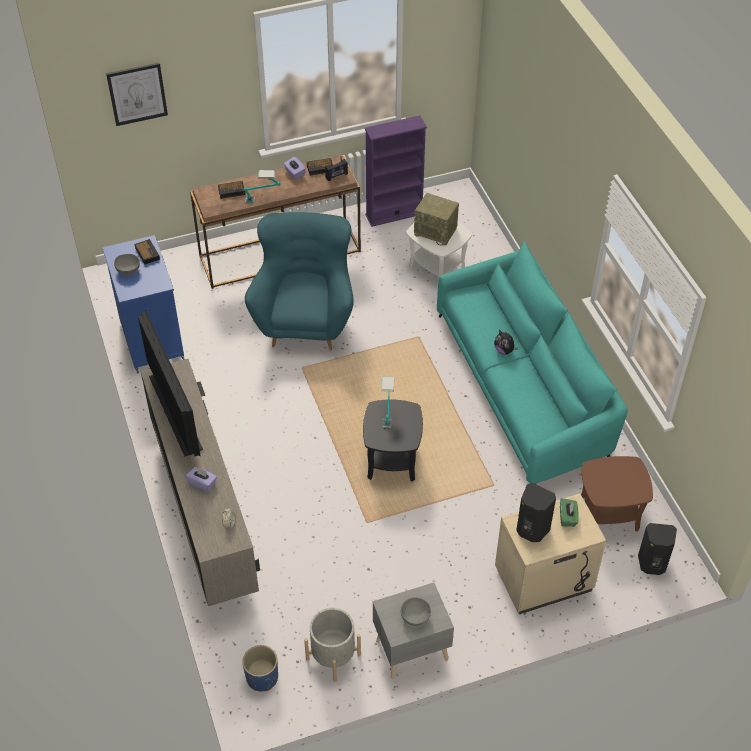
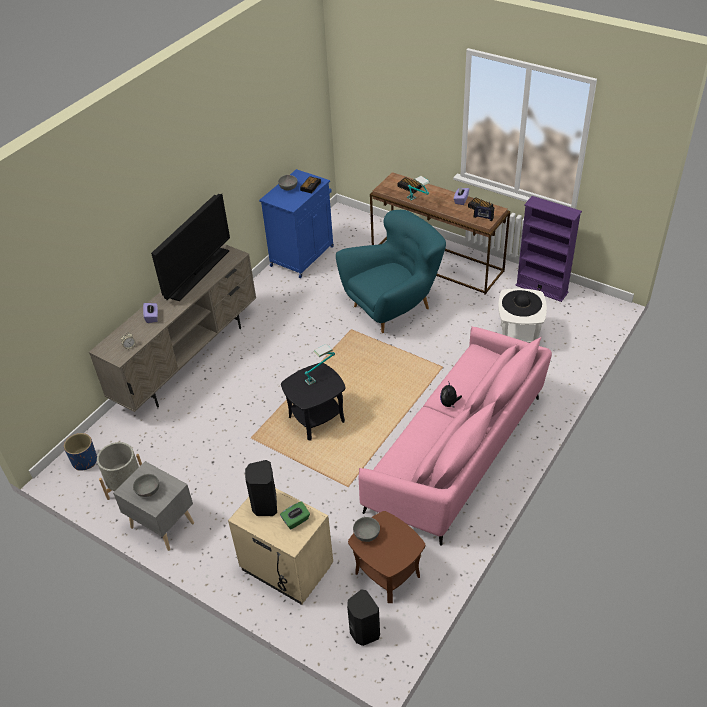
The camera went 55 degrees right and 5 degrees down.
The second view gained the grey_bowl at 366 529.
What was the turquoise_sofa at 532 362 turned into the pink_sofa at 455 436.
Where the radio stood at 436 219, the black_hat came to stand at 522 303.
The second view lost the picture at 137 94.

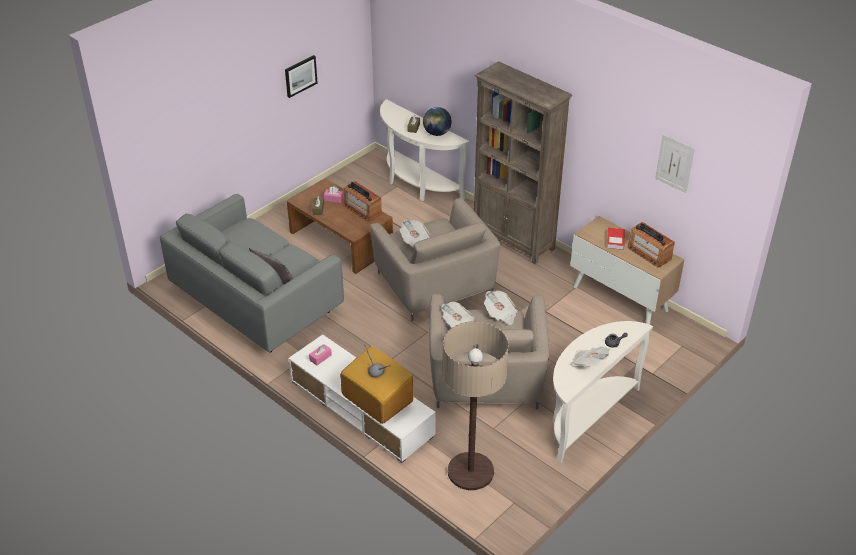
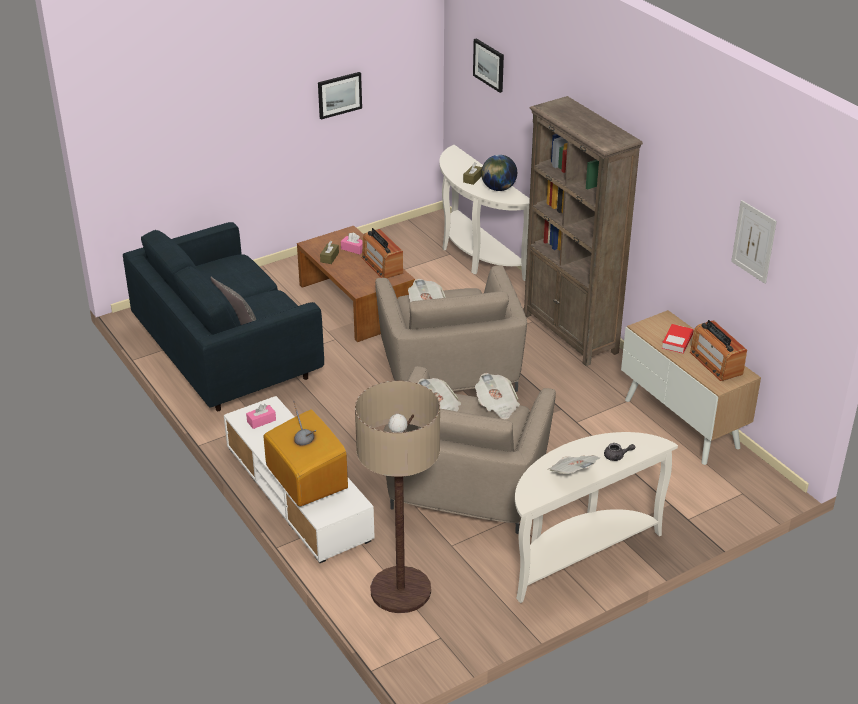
The camera went 15 degrees right and 5 degrees down.
What was the grey_sofa at 252 273 turned into the blue_sofa at 223 316.
The second view gained the picture at 488 65.

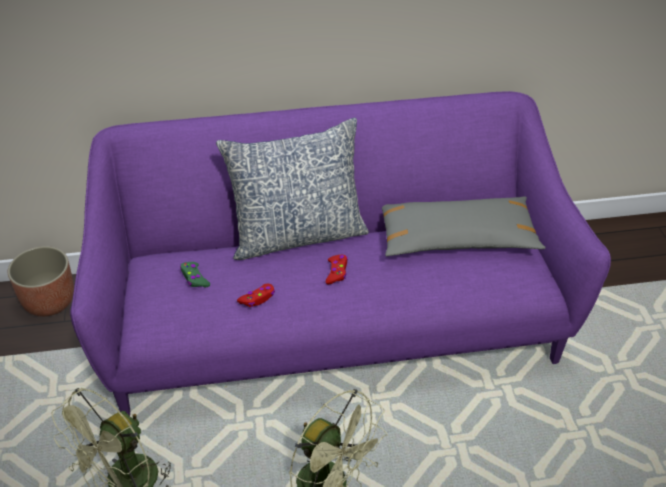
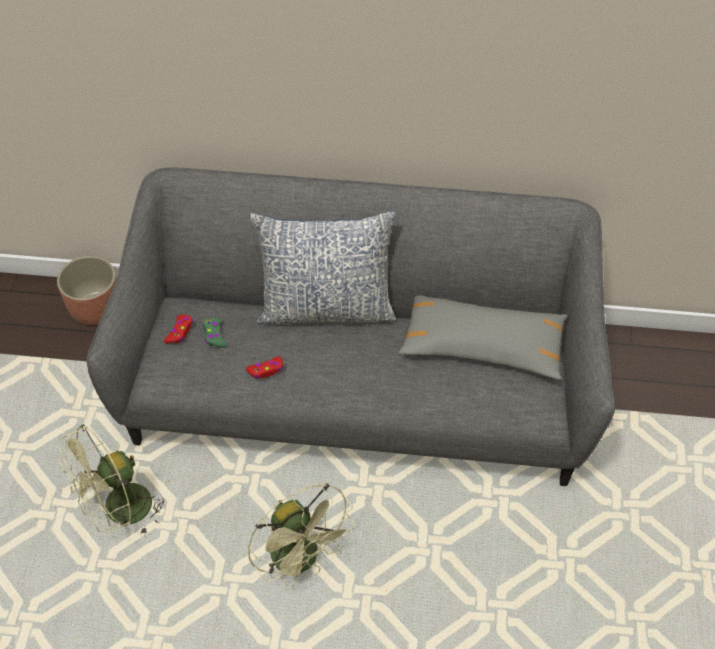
The camera went 15 degrees right and 10 degrees up.
What was the purple_sofa at 340 253 turned into the grey_sofa at 351 326.
The red_game_controller ended up elsewhere, having gone from 337 269 to 178 329.

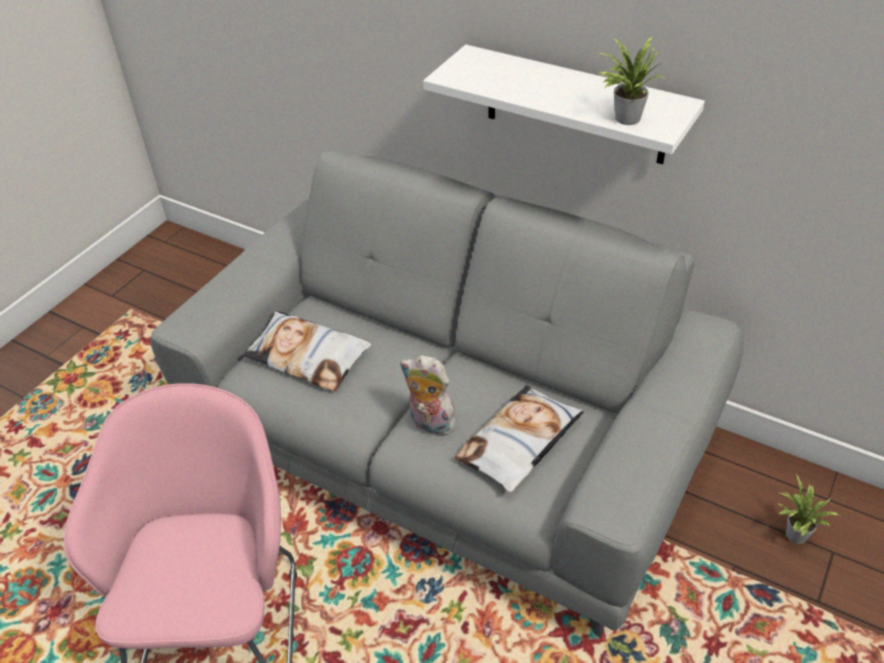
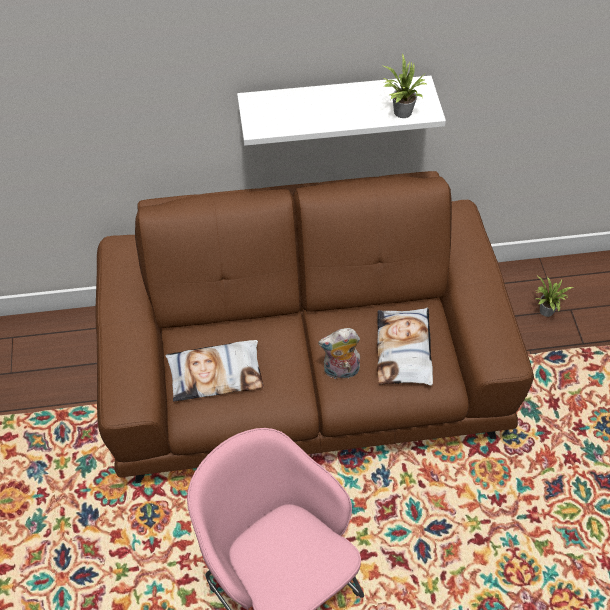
The camera went 40 degrees left and 10 degrees up.
What was the grey_sofa at 447 393 turned into the brown_sofa at 314 327.

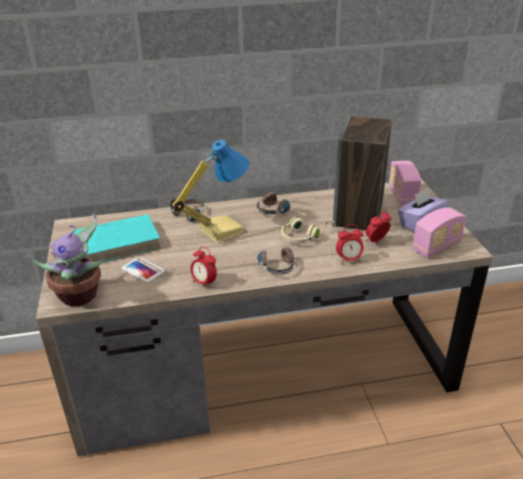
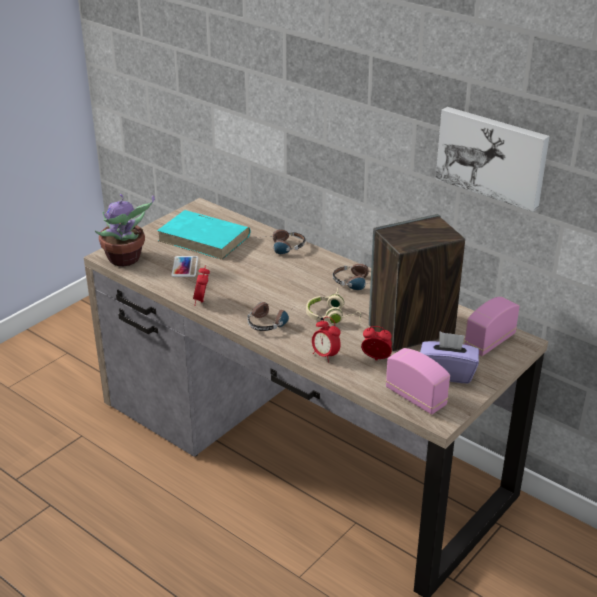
The camera went 50 degrees right and 0 degrees up.
The radio at 439 232 ended up facing another way, 150 degrees counterclockwise from before.
The second view gained the picture at 493 159.
The second view lost the table_lamp at 209 191.

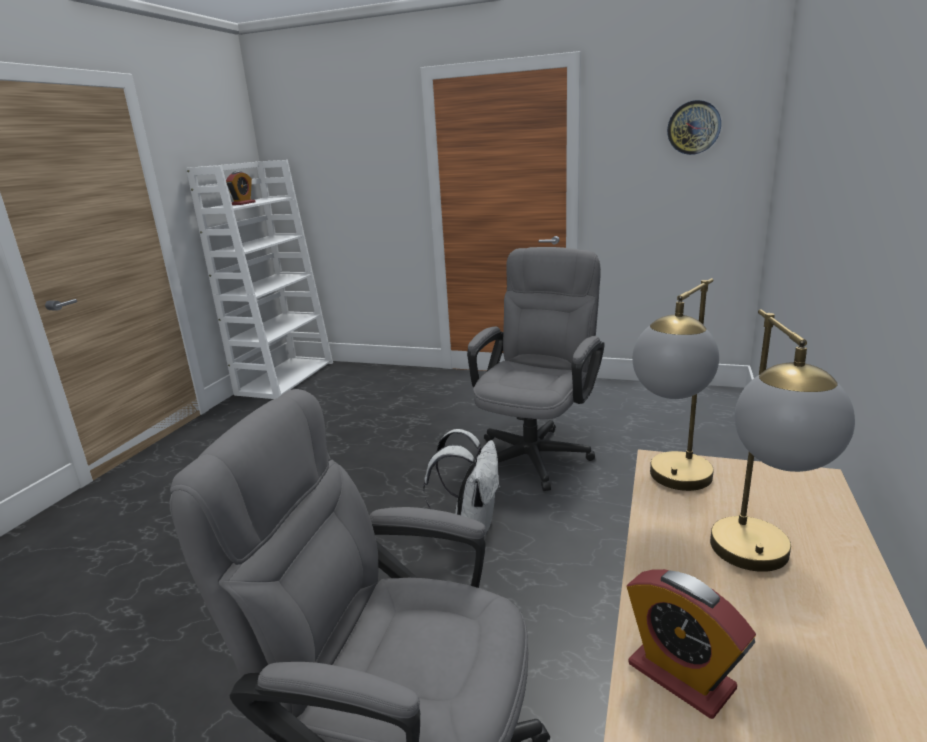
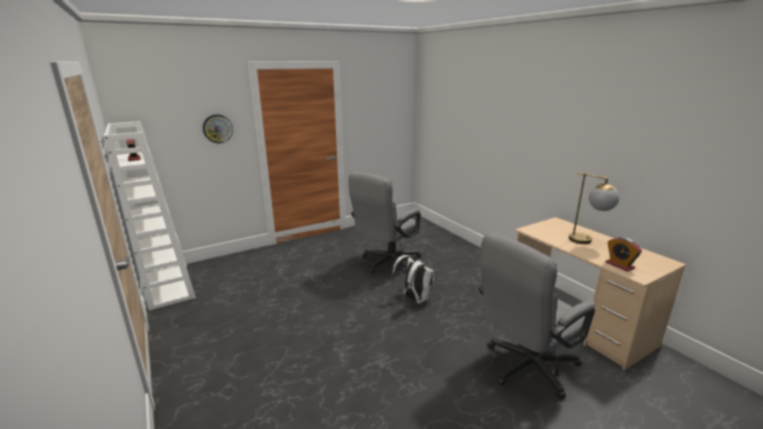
The camera went 50 degrees left and 0 degrees up.
The wall_clock ended up elsewhere, having gone from 694 127 to 218 128.
The grey_office_chair at 536 369 ended up facing another way, 120 degrees counterclockwise from before.
The alarm_clock at 691 644 ended up facing another way, 60 degrees clockwise from before.
The second view lost the table_lamp at 676 384.

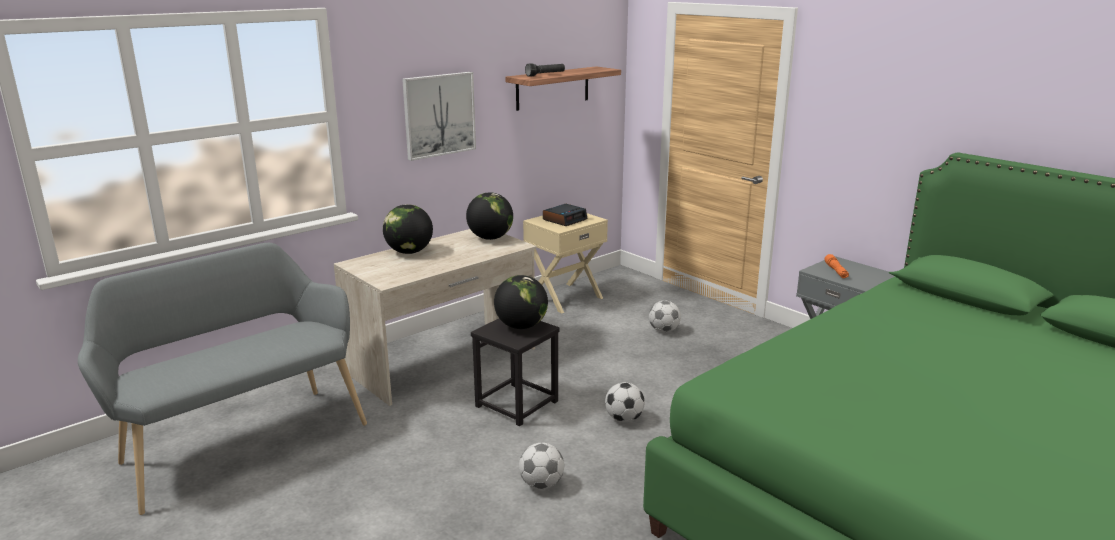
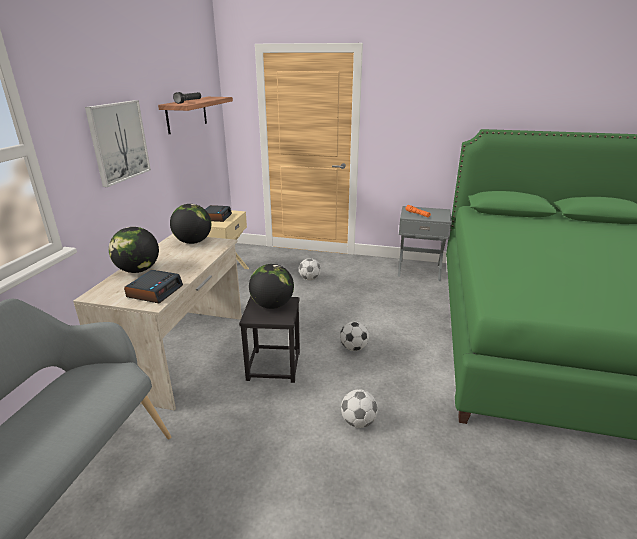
The camera went 35 degrees left and 5 degrees up.
The second view gained the alarm_clock at 153 286.

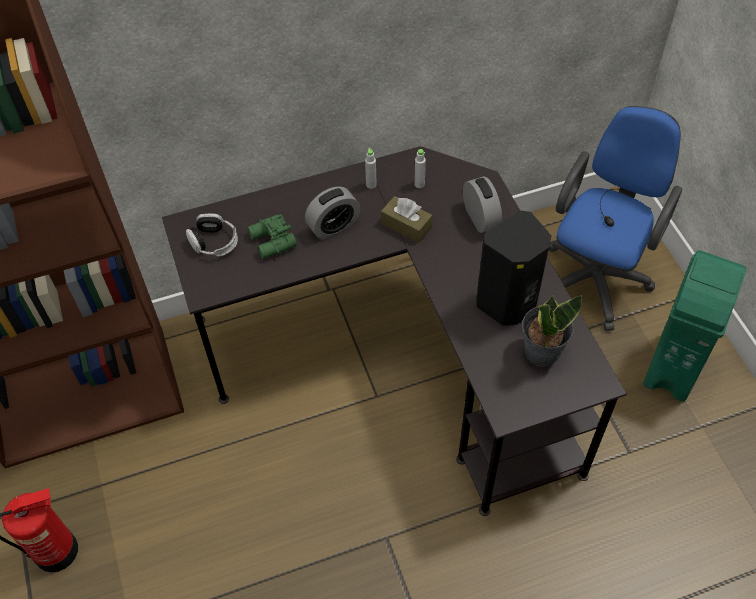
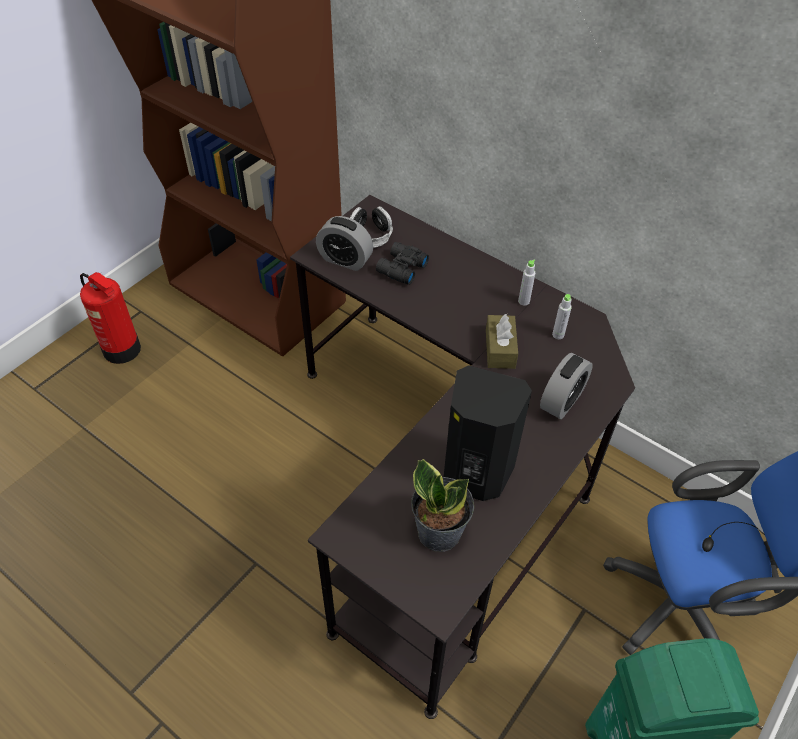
The camera went 55 degrees right and 5 degrees down.
The alarm_clock ended up elsewhere, having gone from 332 213 to 344 243.
What was the green_binoculars at 272 236 turned into the black_binoculars at 402 263.

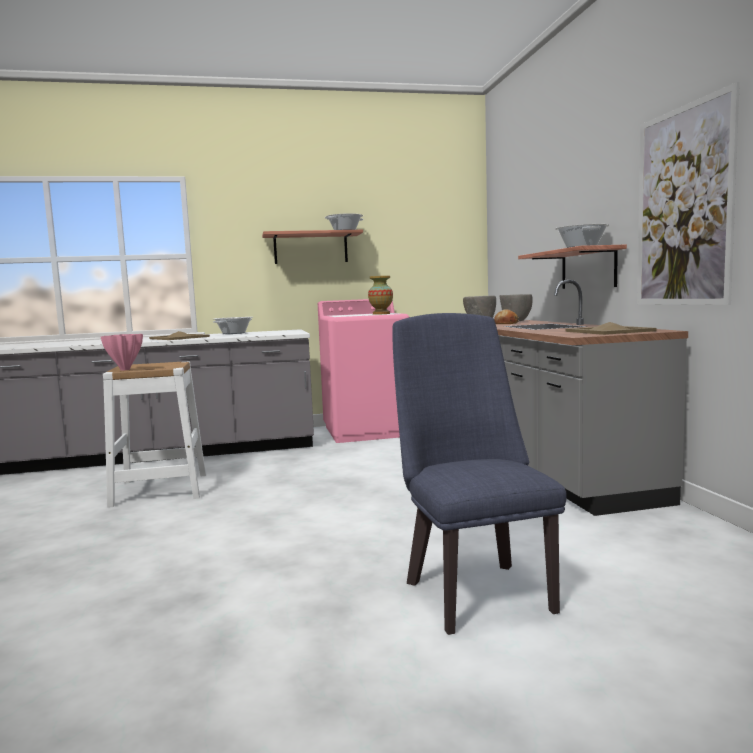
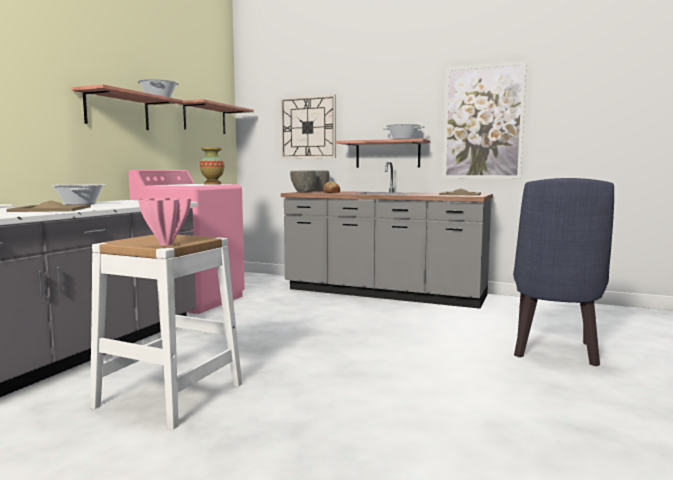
The camera went 55 degrees left and 0 degrees up.
The second view gained the shelf at 215 116.
The second view gained the wall_clock at 308 127.
The blue_chair at 479 474 ended up facing another way, 90 degrees counterclockwise from before.

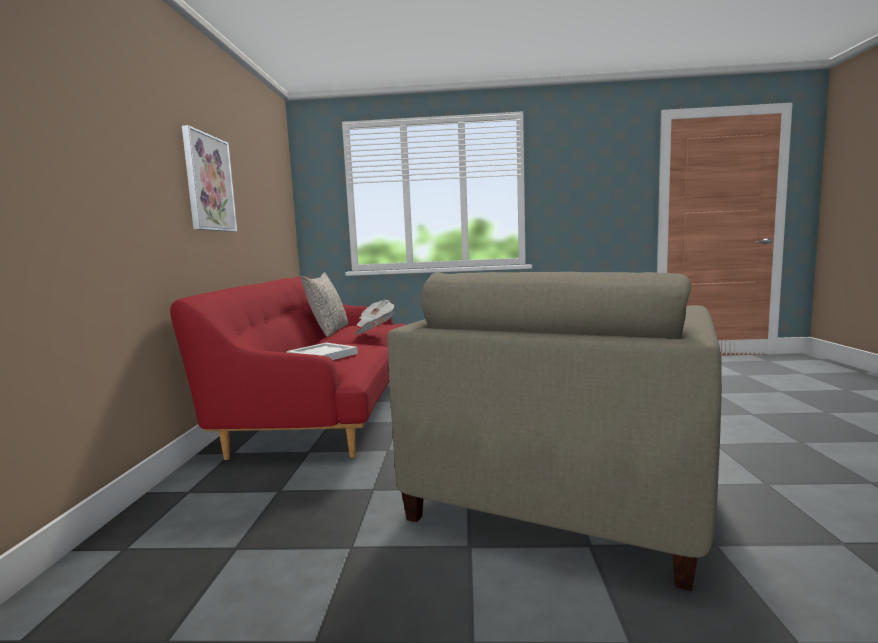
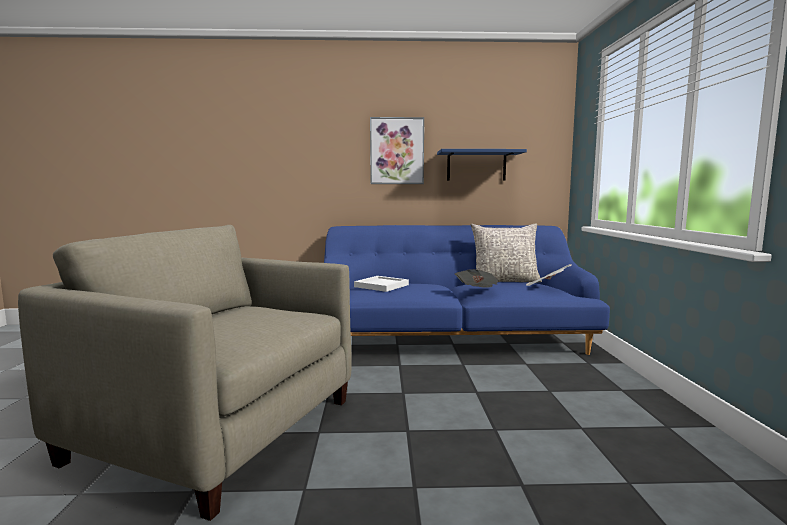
The camera went 85 degrees right and 0 degrees up.
What was the red_sofa at 288 368 turned into the blue_sofa at 467 290.
The second view gained the blue_shelf at 482 165.

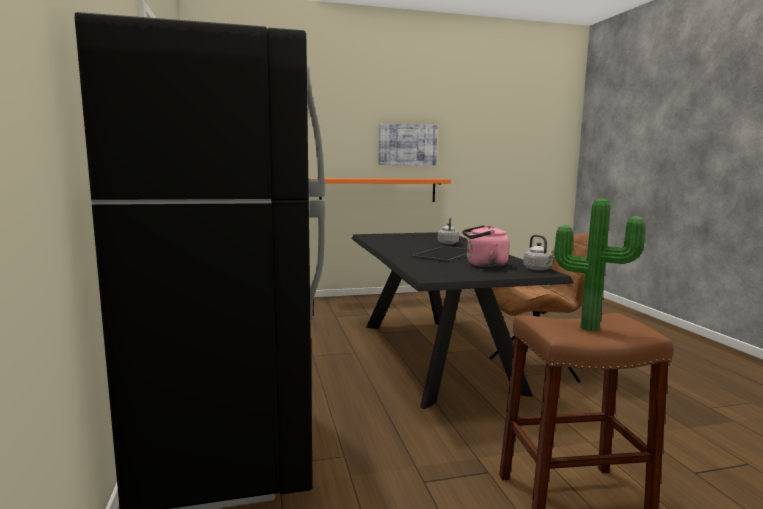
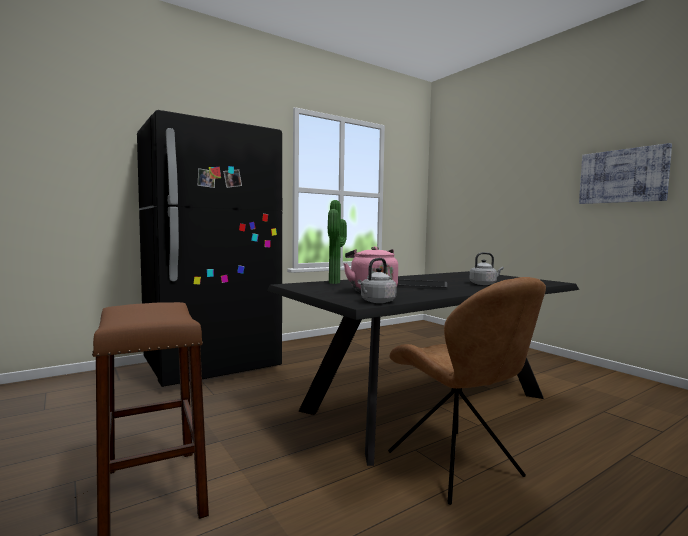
The camera went 70 degrees right and 5 degrees down.
The potted_plant ended up elsewhere, having gone from 599 264 to 337 242.
The second view lost the orange_shelf at 380 190.

